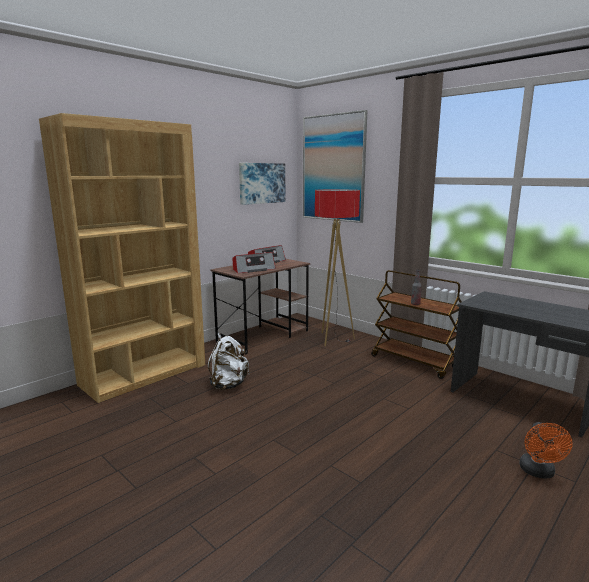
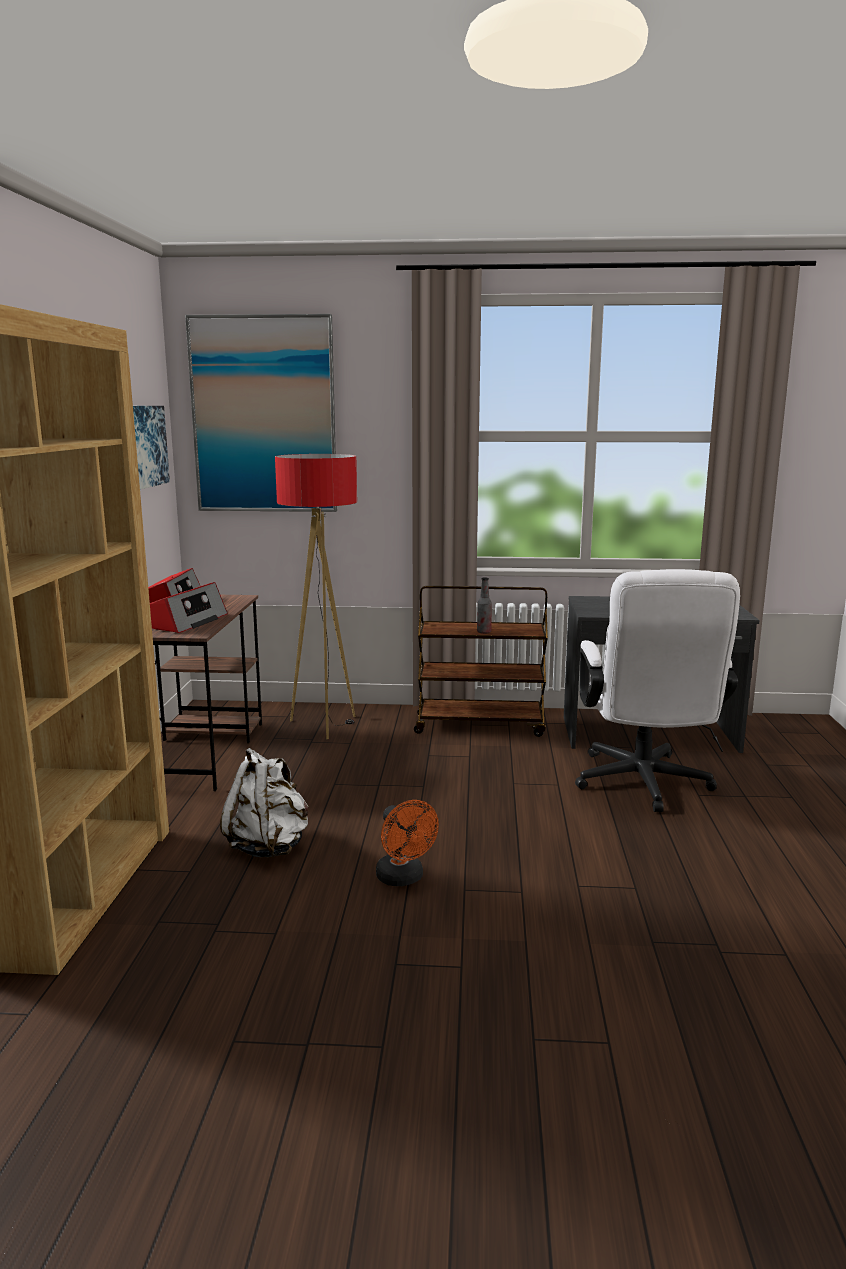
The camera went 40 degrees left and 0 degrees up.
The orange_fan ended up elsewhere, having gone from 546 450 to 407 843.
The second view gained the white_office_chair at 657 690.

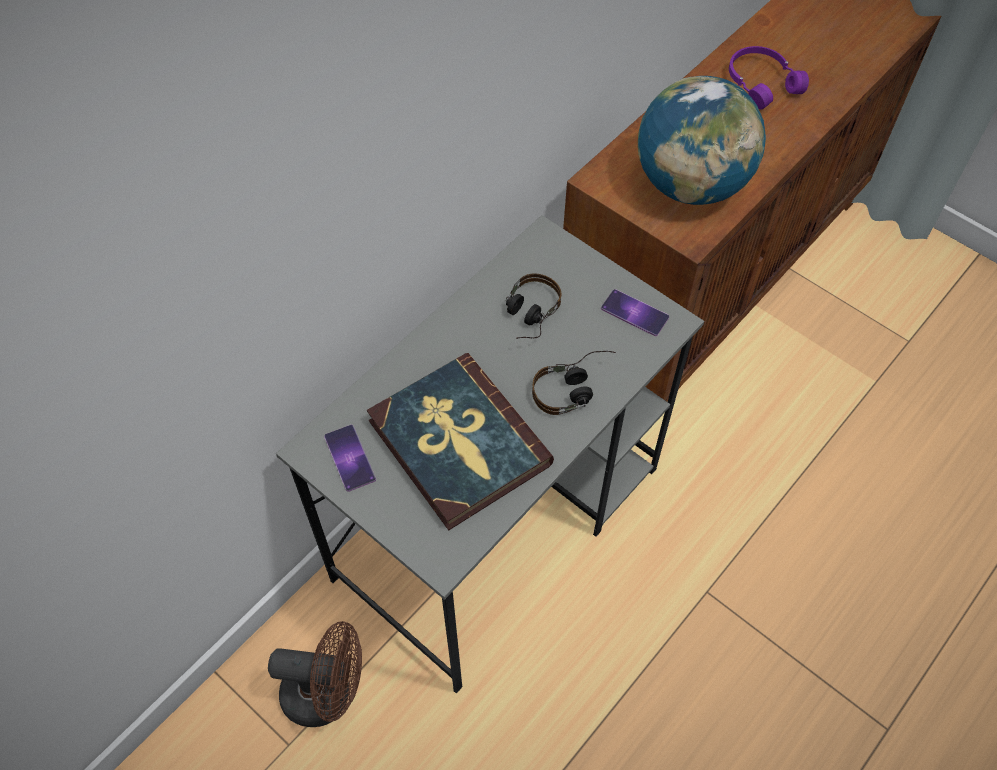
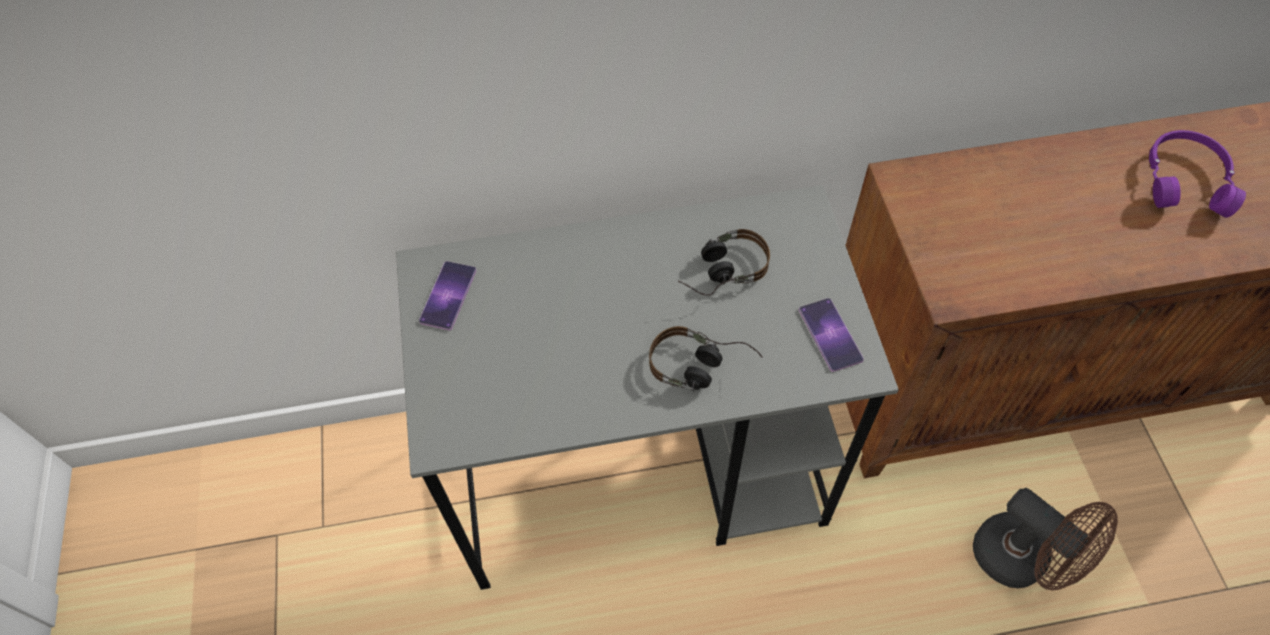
The camera went 40 degrees right and 0 degrees up.
The brown_fan ended up elsewhere, having gone from 315 674 to 1045 539.
The second view lost the book at 460 441.
The second view lost the globe at 702 140.

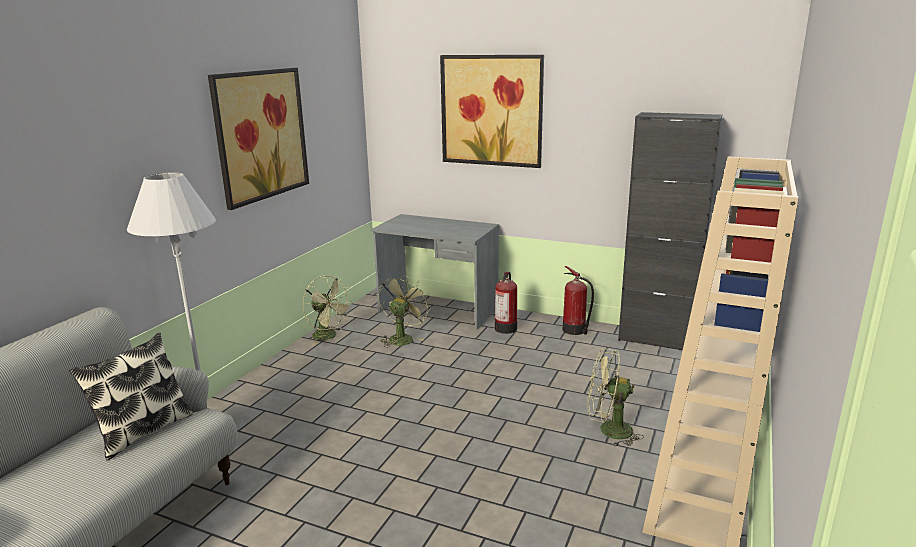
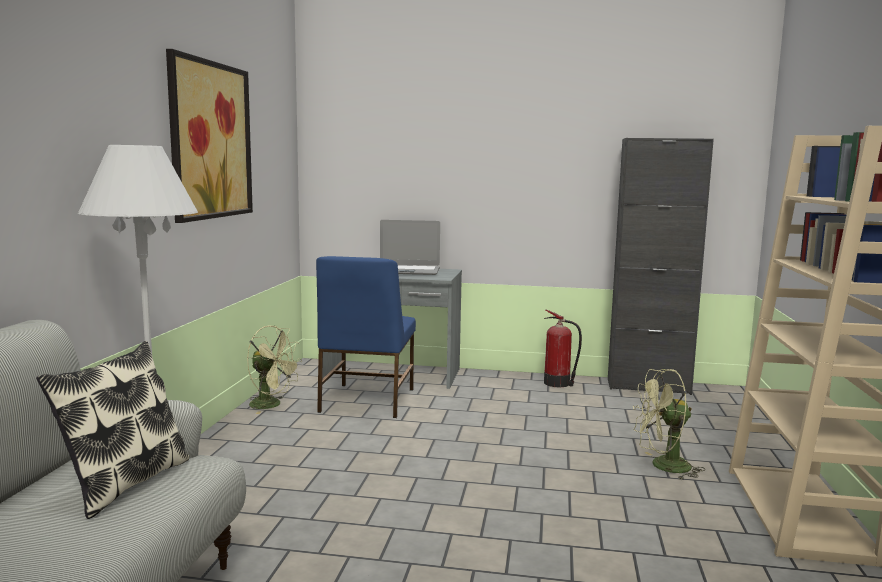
The camera went 15 degrees left and 10 degrees down.
Where the green_fan stood at 404 311, the blue_chair came to stand at 366 337.
The second view gained the laptop at 410 247.
The second view lost the picture at 492 111.
The second view lost the fire_extinguisher at 506 303.

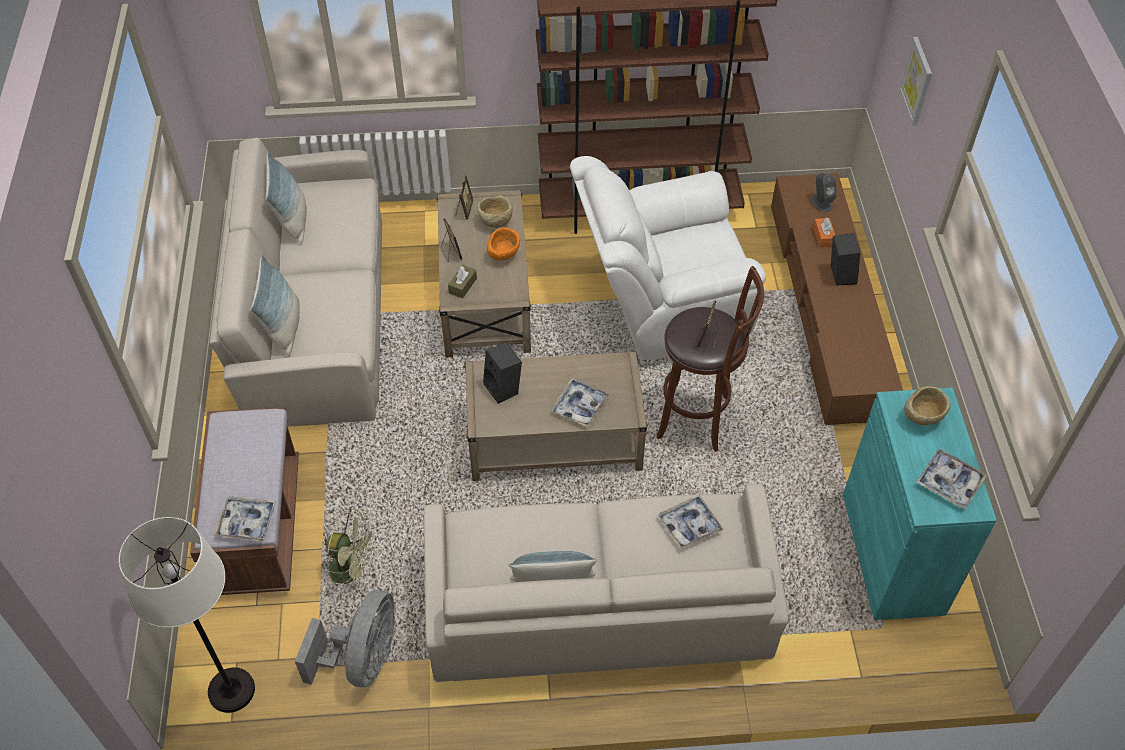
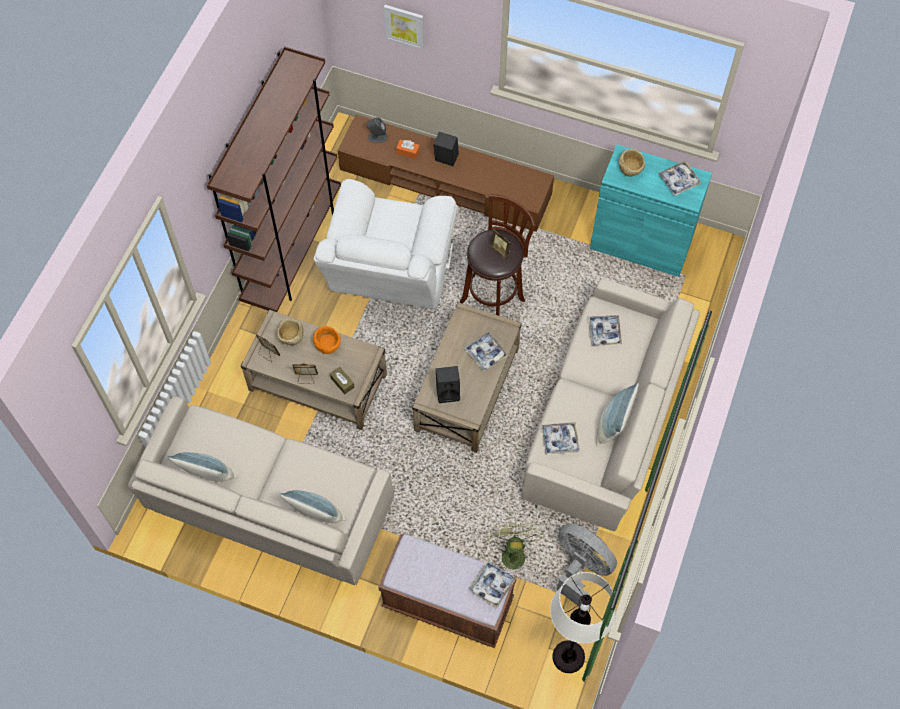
The camera went 65 degrees left and 10 degrees up.
The green_fan at 350 547 ended up facing another way, 45 degrees counterclockwise from before.
The second view gained the tray at 561 438.

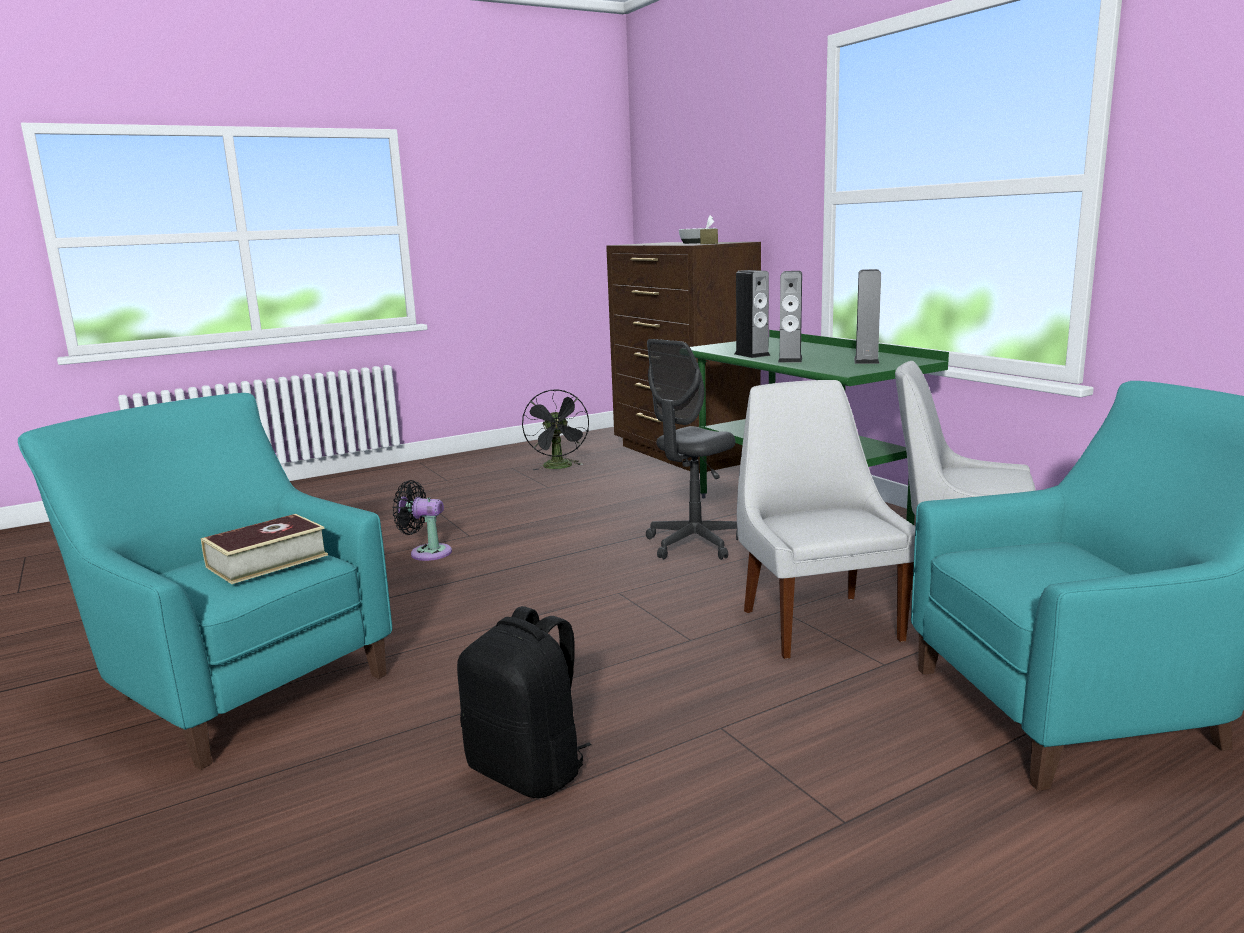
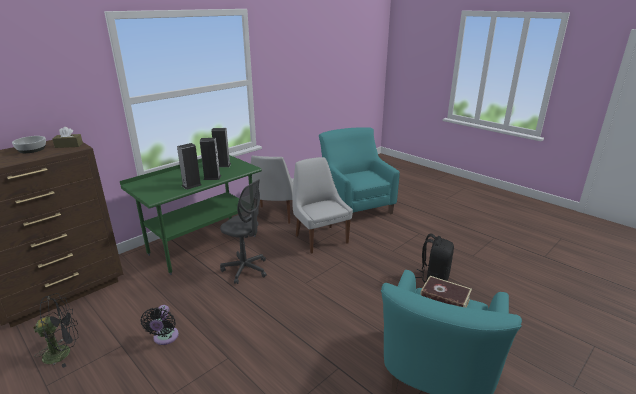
The camera went 105 degrees left and 10 degrees up.
The black_fan ended up elsewhere, having gone from 422 520 to 160 325.
The white_chair at 826 519 ended up facing another way, 90 degrees clockwise from before.

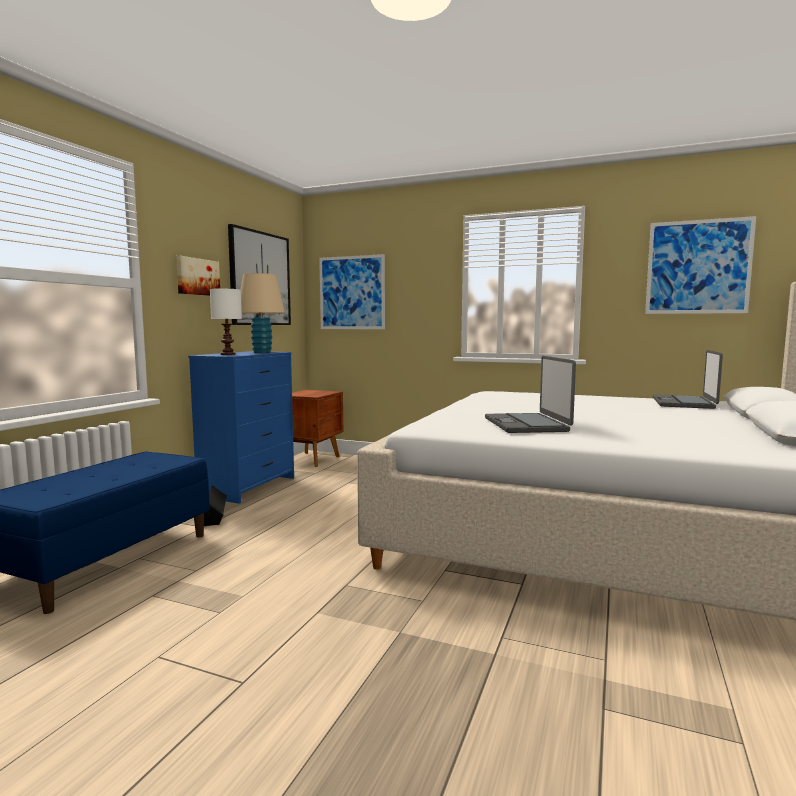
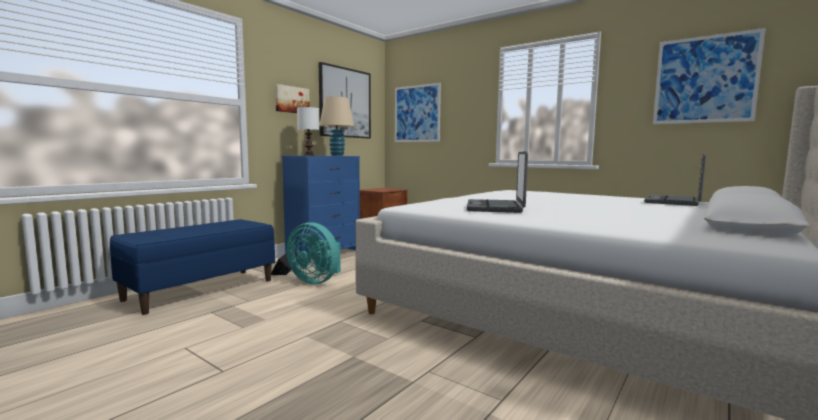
The camera went 15 degrees right and 0 degrees up.
The second view gained the turquoise_fan at 313 253.

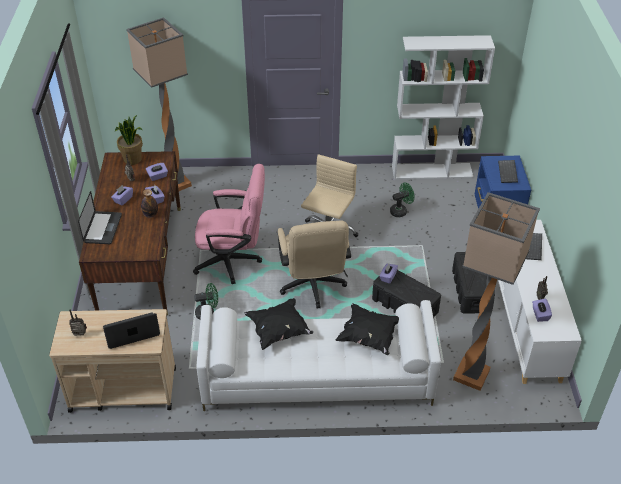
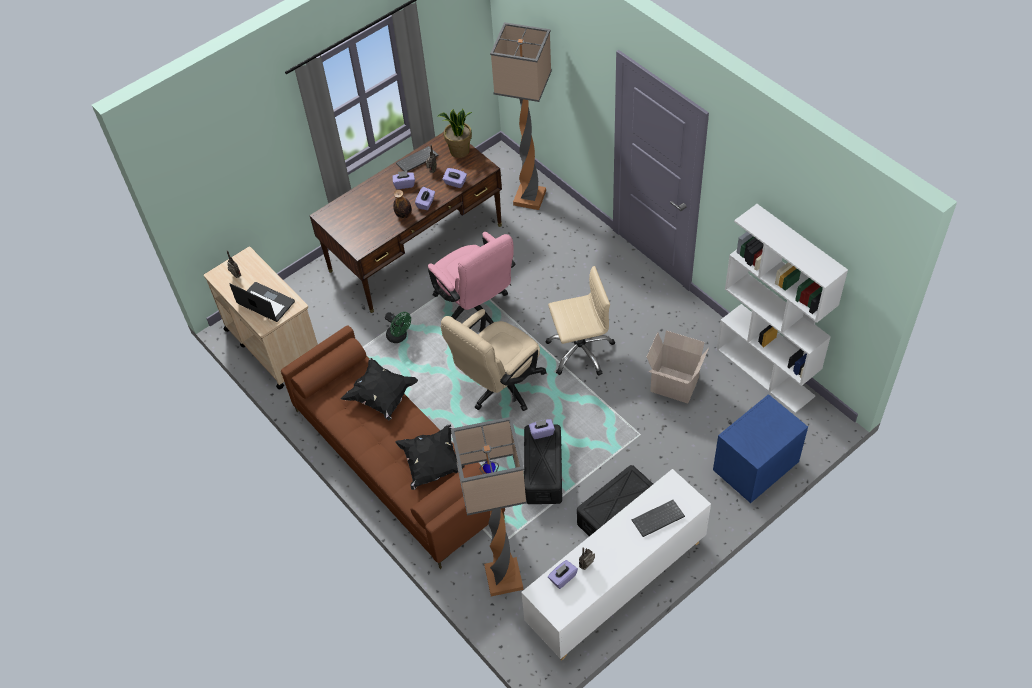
The camera went 55 degrees right and 10 degrees up.
What was the white_sofa at 318 355 turned into the brown_sofa at 393 447.
The keyboard ended up elsewhere, having gone from 508 171 to 417 159.
Where the green_fan stood at 402 199, the cardboard_box came to stand at 678 367.
The second view lost the laptop at 100 217.

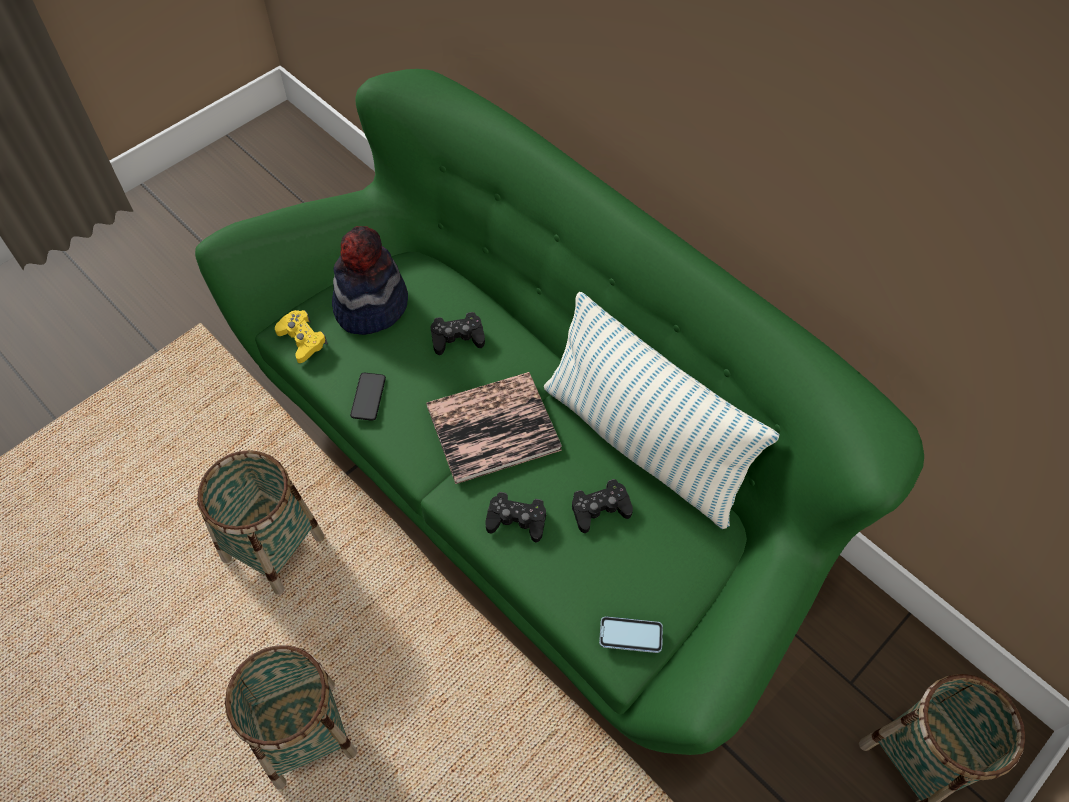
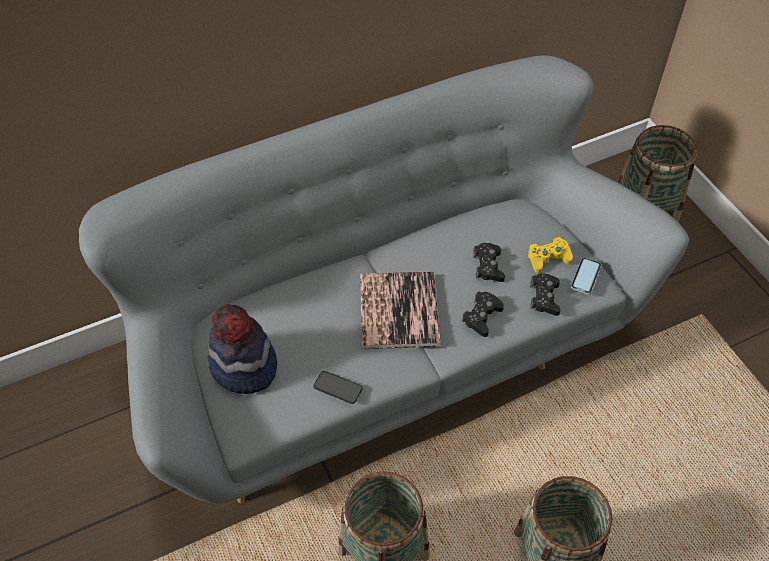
The camera went 70 degrees left and 5 degrees down.
What was the green_sofa at 559 412 turned into the grey_sofa at 384 279.
The yellow_game_controller ended up elsewhere, having gone from 301 336 to 550 255.
The black_game_controller ended up elsewhere, having gone from 458 333 to 545 294.
The second view lost the pillow at 662 410.

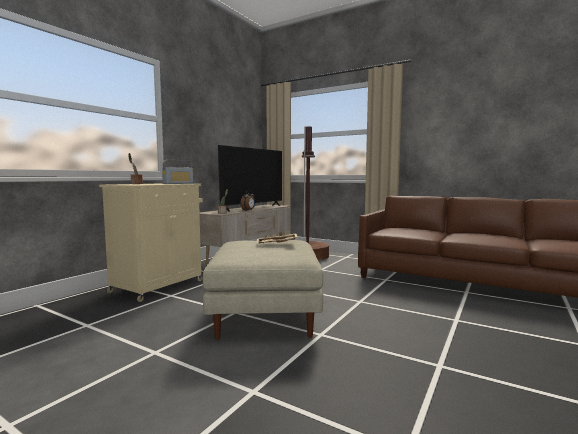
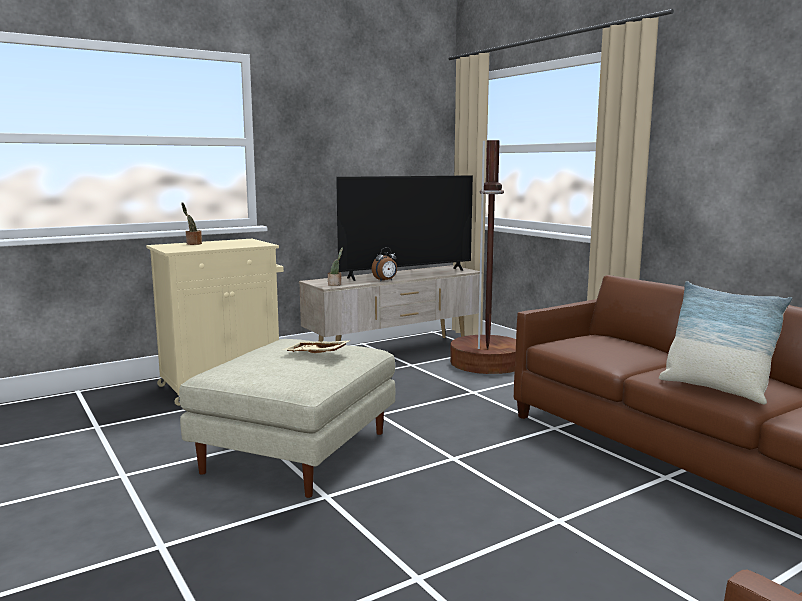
The camera went 25 degrees right and 5 degrees up.
The second view gained the pillow at 725 342.
The second view lost the radio at 177 172.

